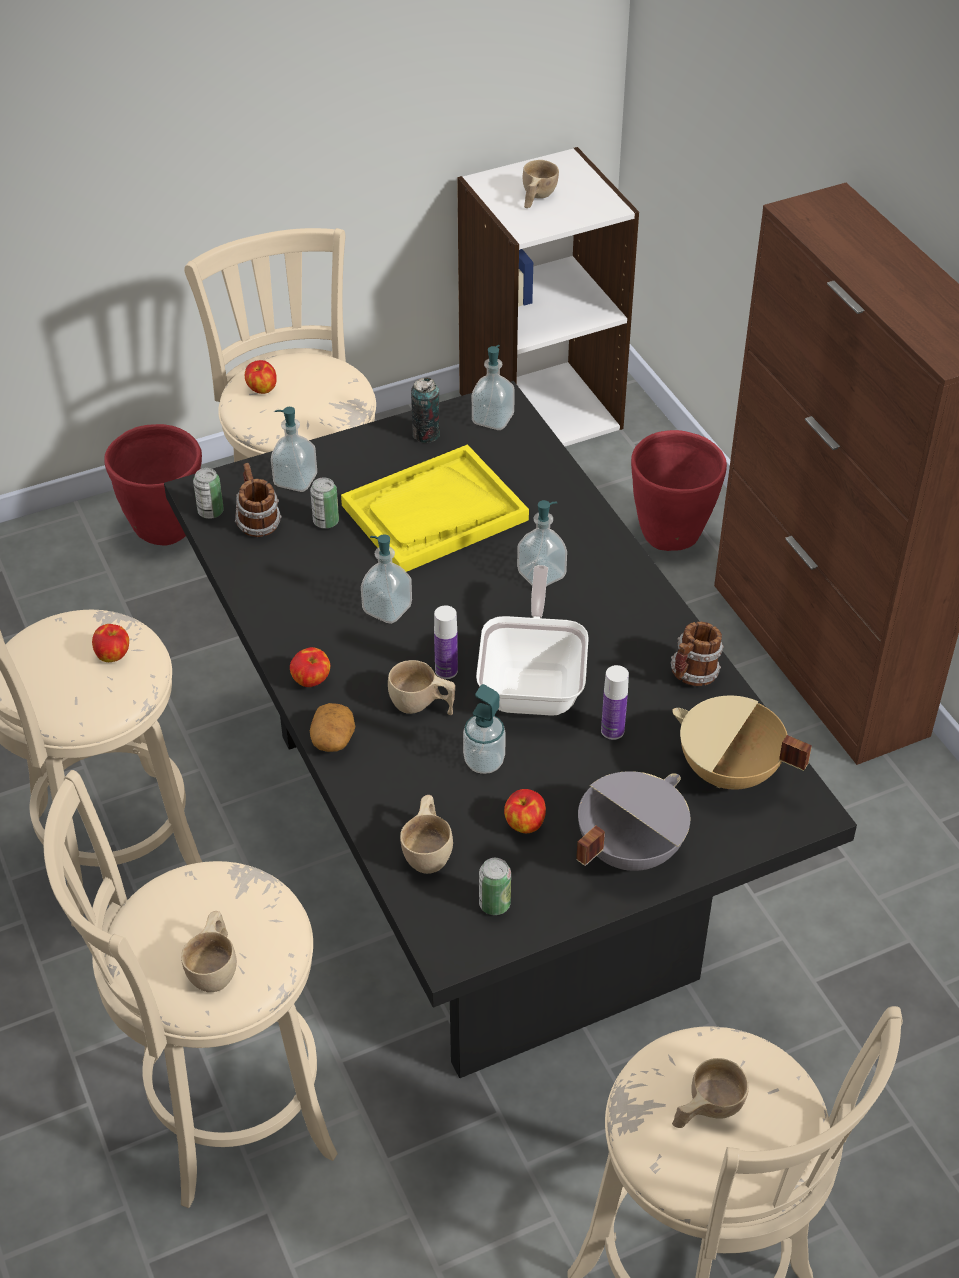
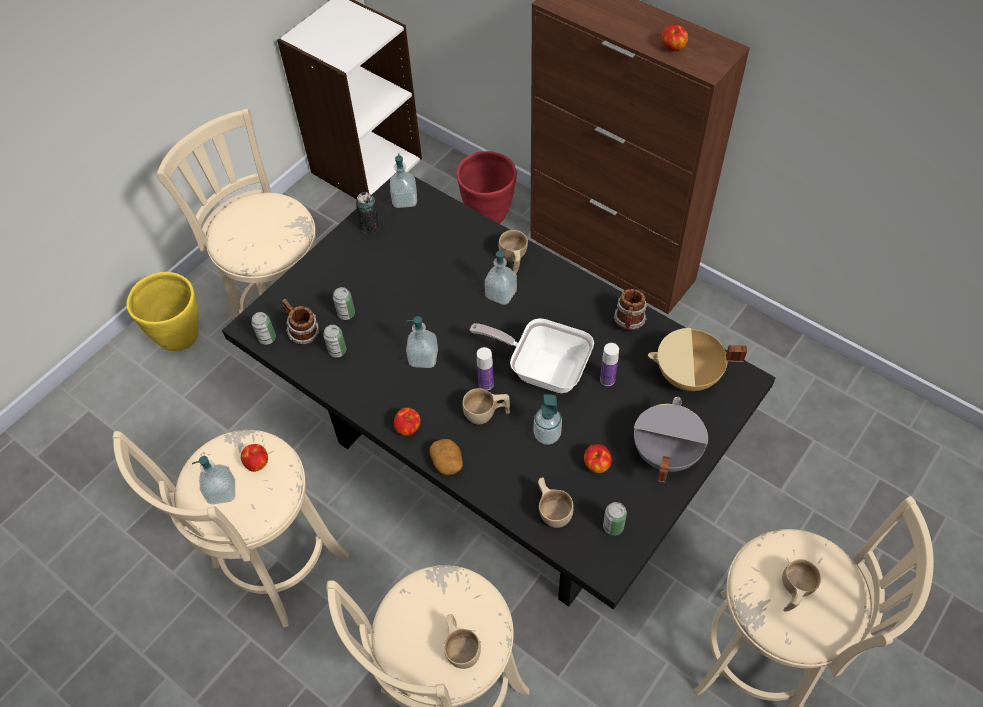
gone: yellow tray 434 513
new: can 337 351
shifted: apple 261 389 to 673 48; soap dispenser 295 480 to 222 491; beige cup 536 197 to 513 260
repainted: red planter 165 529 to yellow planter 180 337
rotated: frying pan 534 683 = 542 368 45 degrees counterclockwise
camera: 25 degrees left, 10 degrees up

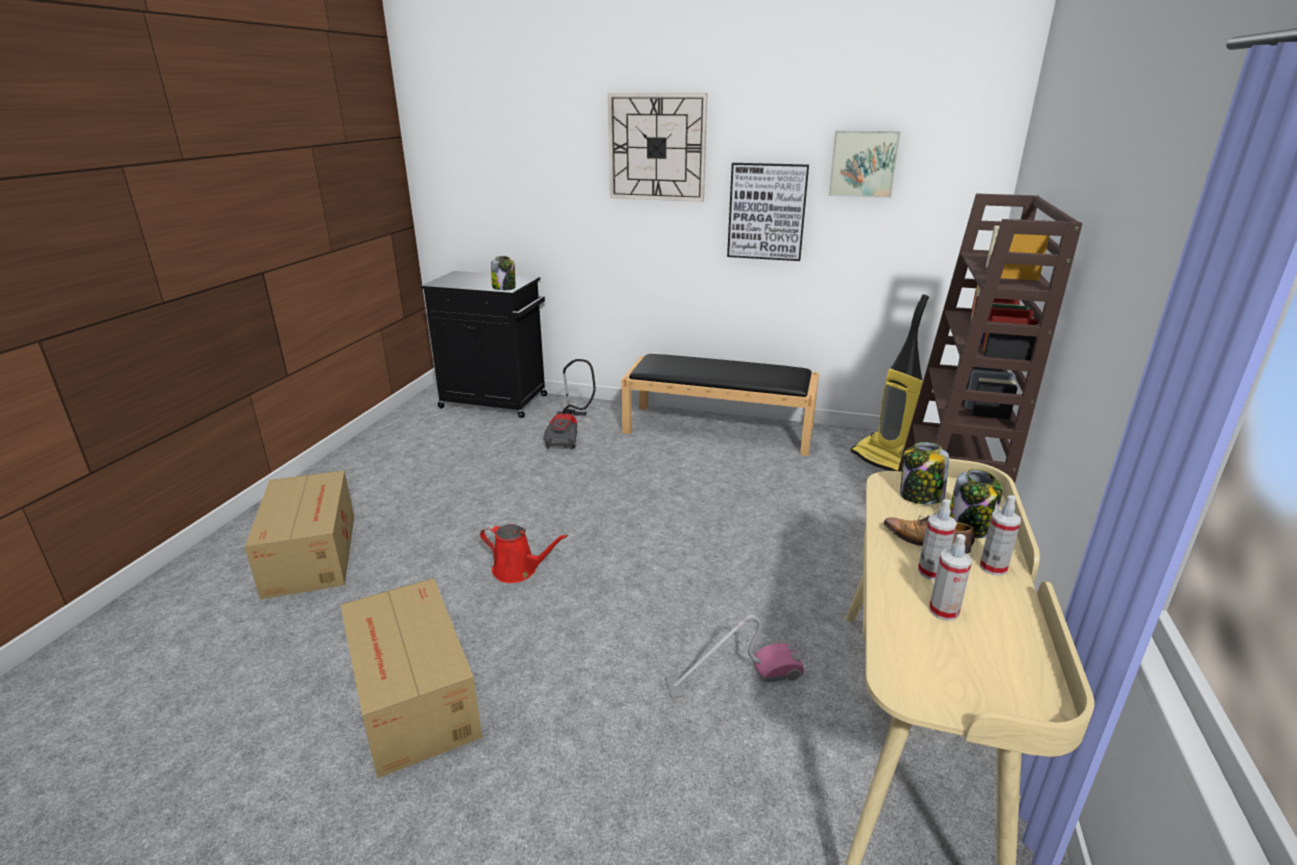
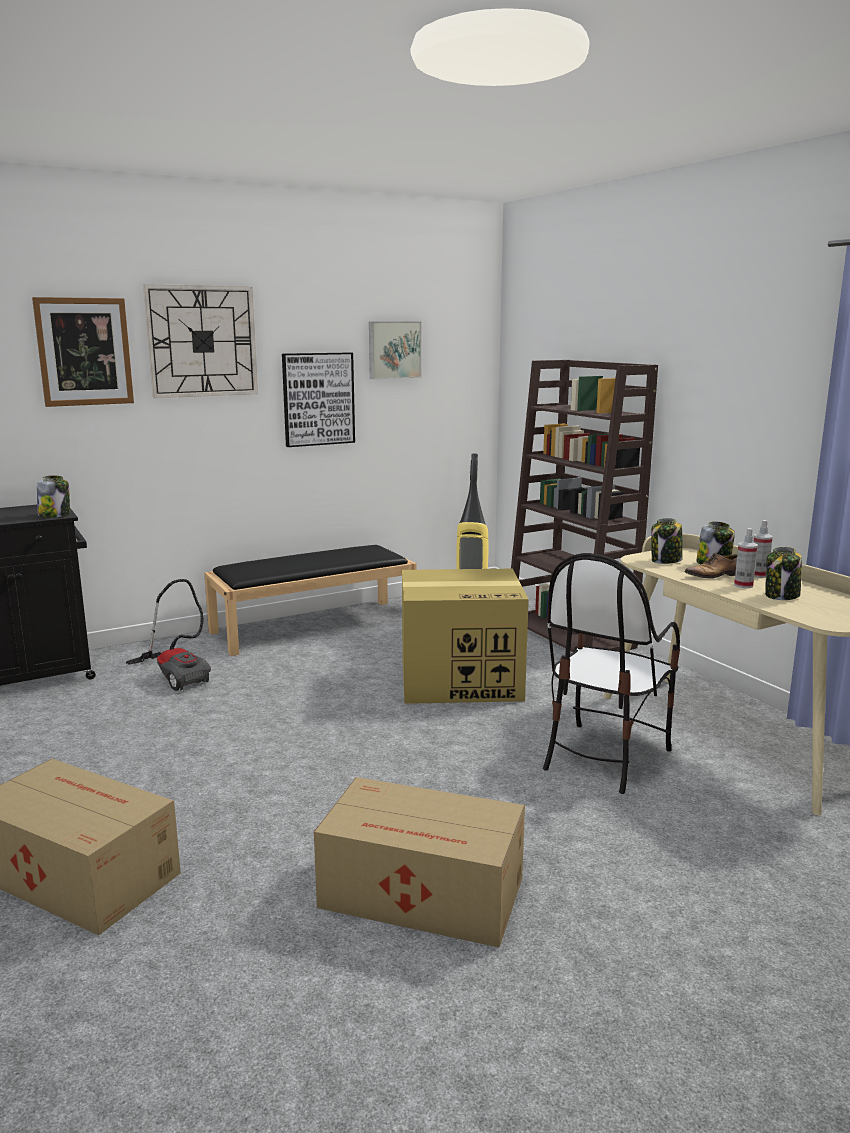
gone: red watering can 518 570
new: picture 84 352; cardboard box 462 680
swapped: vacuum cleaner 734 678 to chair 603 757; spray bottle 943 611 to jar 781 596
camera: 45 degrees left, 10 degrees down

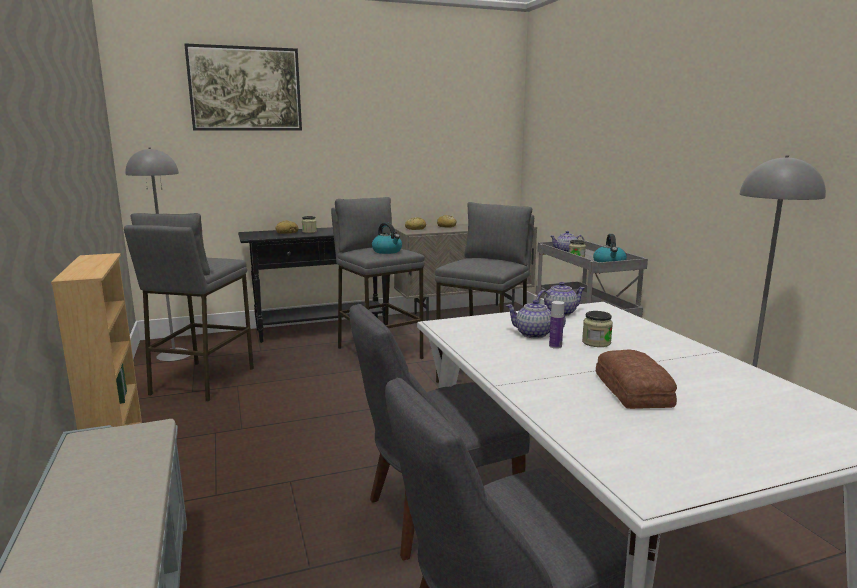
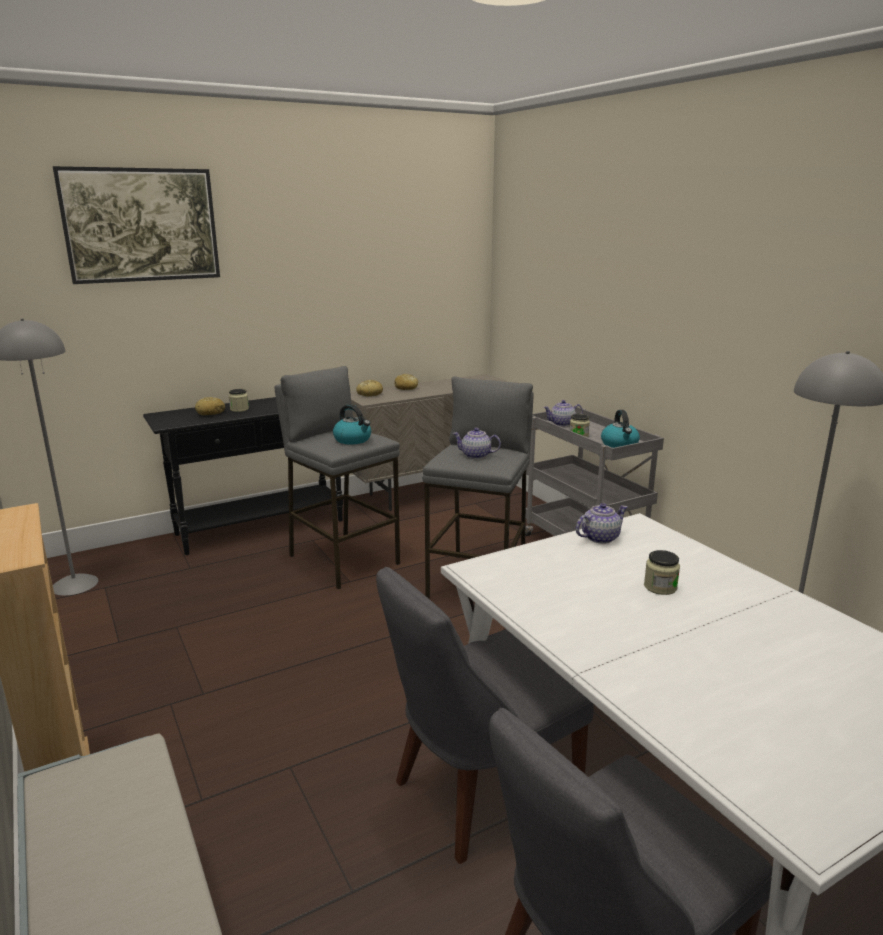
gone: grey stool 202 381; bottle 555 346; bread 634 389
shifted: teapot 534 334 to 476 455
camera: 10 degrees left, 5 degrees up

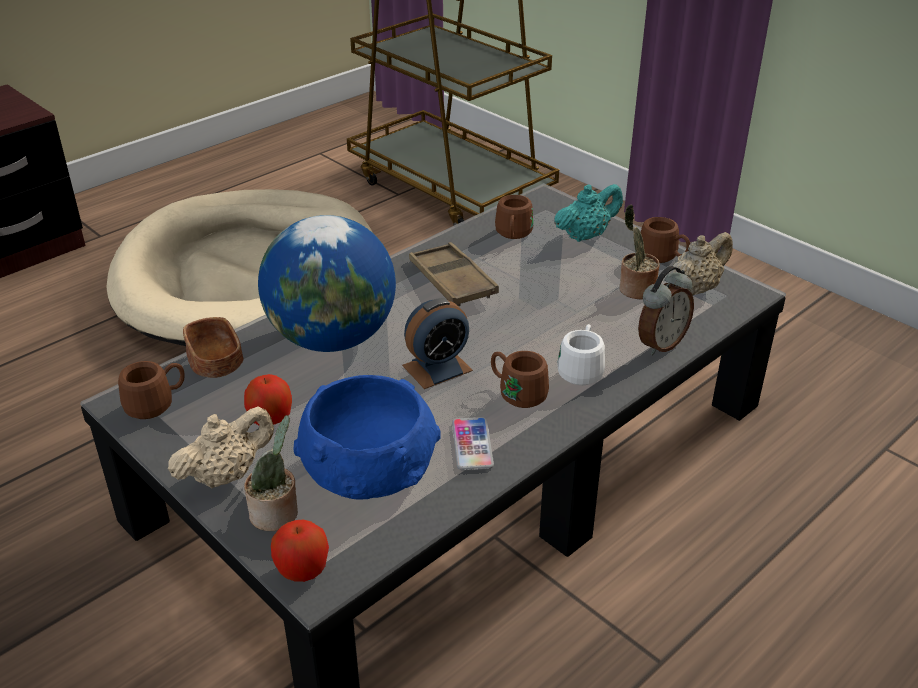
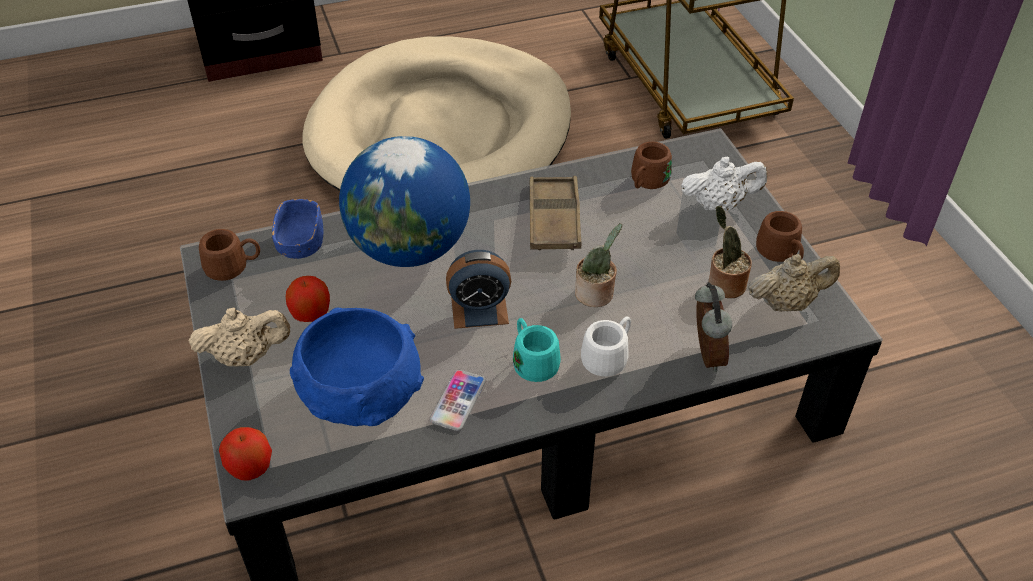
shifted: potted plant 277 515 to 596 295
repainted: brown bowl 216 364 to blue bowl 300 243; brown mug 517 393 to turquoise mug 532 361; turquoise teapot 586 235 to white teapot 719 205
rotated: alarm clock 660 344 = 705 355 75 degrees counterclockwise
camera: 25 degrees right, 10 degrees up

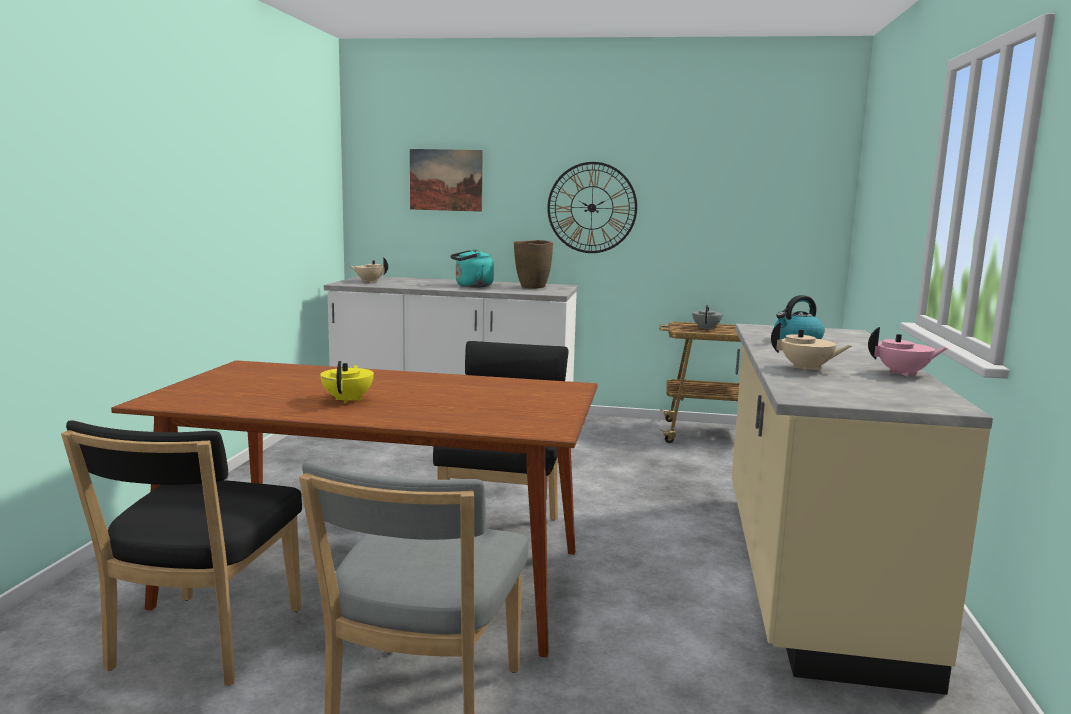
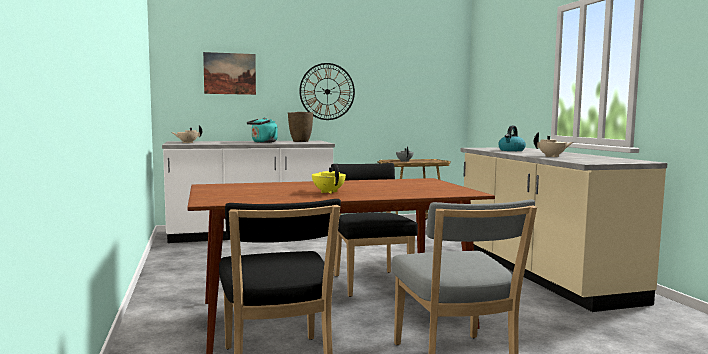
gone: pink teapot 903 374
camera: 25 degrees left, 5 degrees down

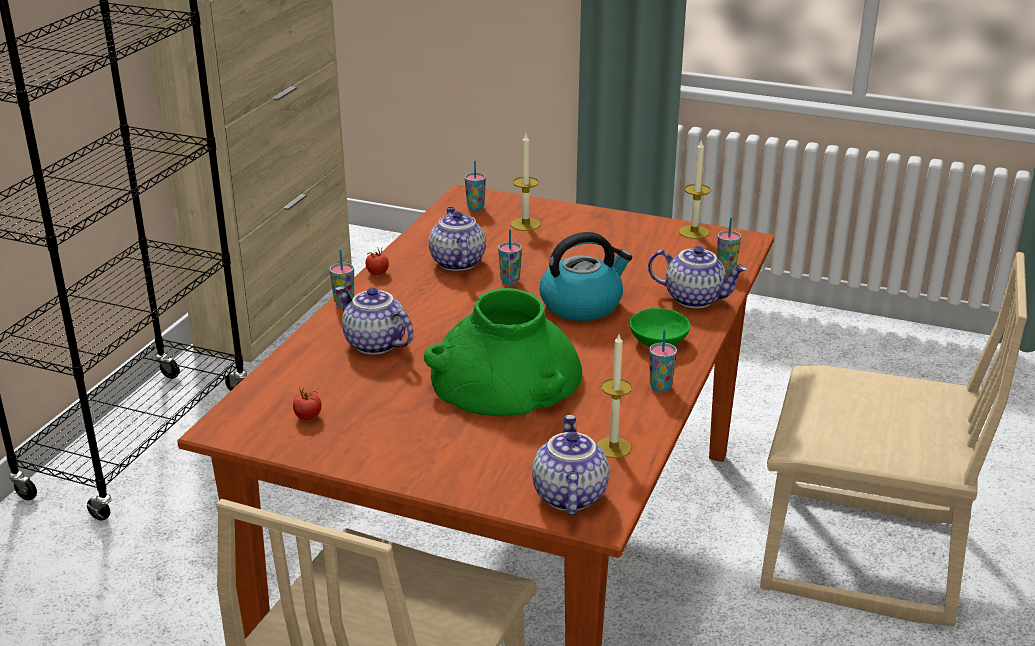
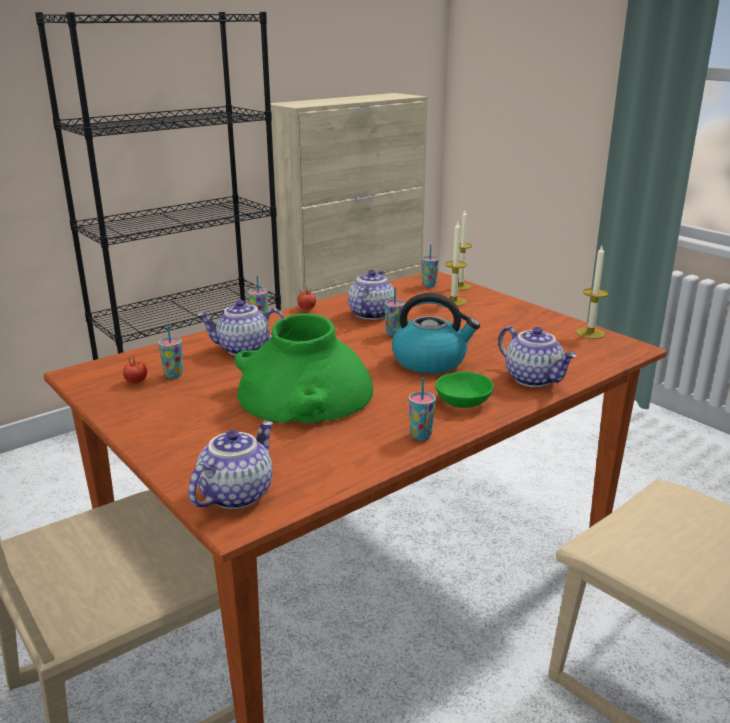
shifted: candle 613 447 to 460 286; cup 726 269 to 173 375
rotated: teapot 373 344 = 243 349 75 degrees counterclockwise
camera: 30 degrees right, 5 degrees down

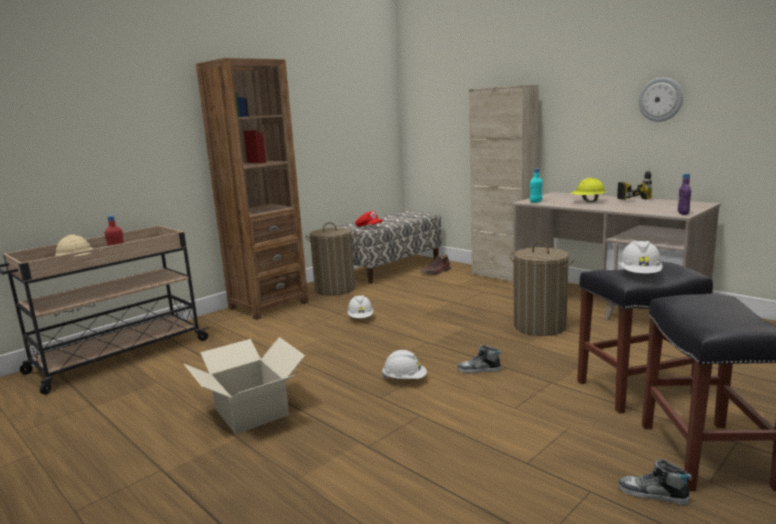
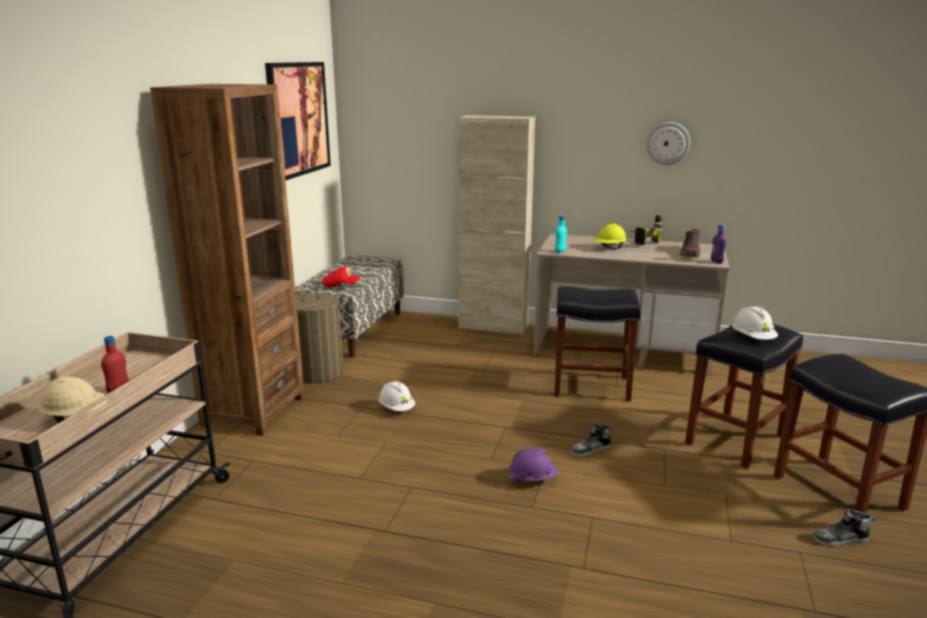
gone: cardboard box 252 411
new: picture 298 119
shifted: brown boot 436 272 to 690 253
swapped: laundry basket 540 326 to black stool 592 386
repainted: white hard hat 404 379 to purple hard hat 532 479
camera: 30 degrees left, 5 degrees up

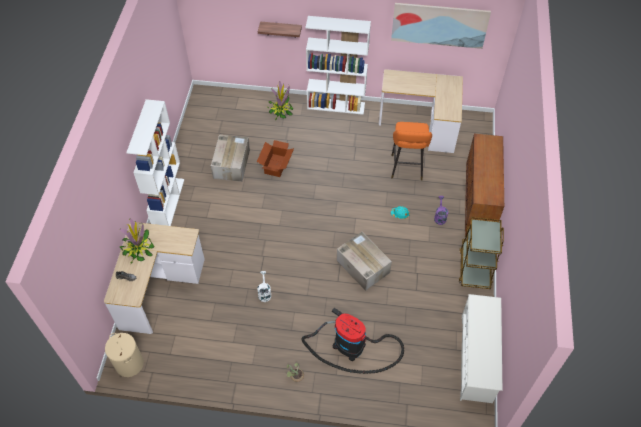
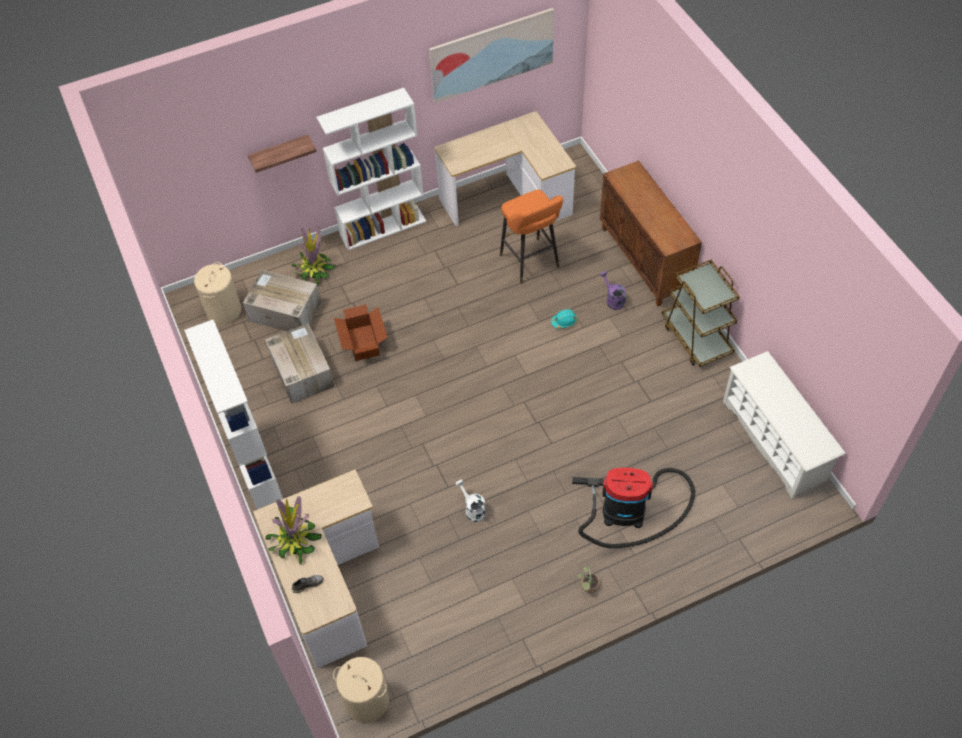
new: beige laundry basket 224 310
shifted: cardboard box 362 266 to 284 311
camera: 30 degrees left, 0 degrees up

